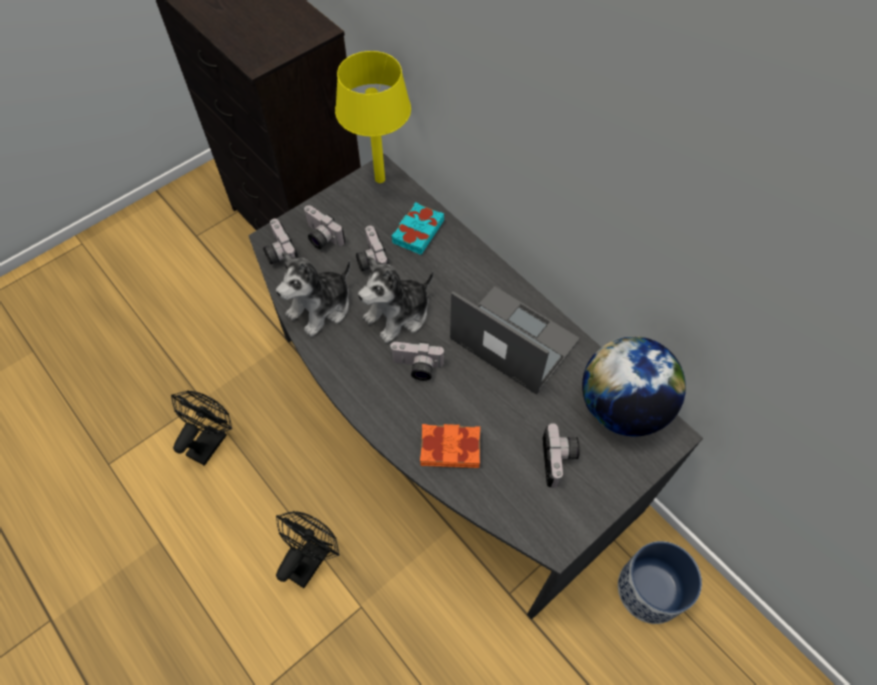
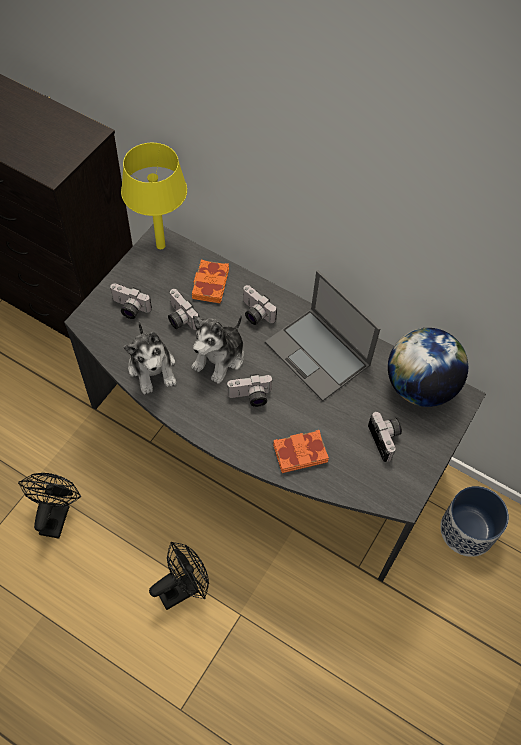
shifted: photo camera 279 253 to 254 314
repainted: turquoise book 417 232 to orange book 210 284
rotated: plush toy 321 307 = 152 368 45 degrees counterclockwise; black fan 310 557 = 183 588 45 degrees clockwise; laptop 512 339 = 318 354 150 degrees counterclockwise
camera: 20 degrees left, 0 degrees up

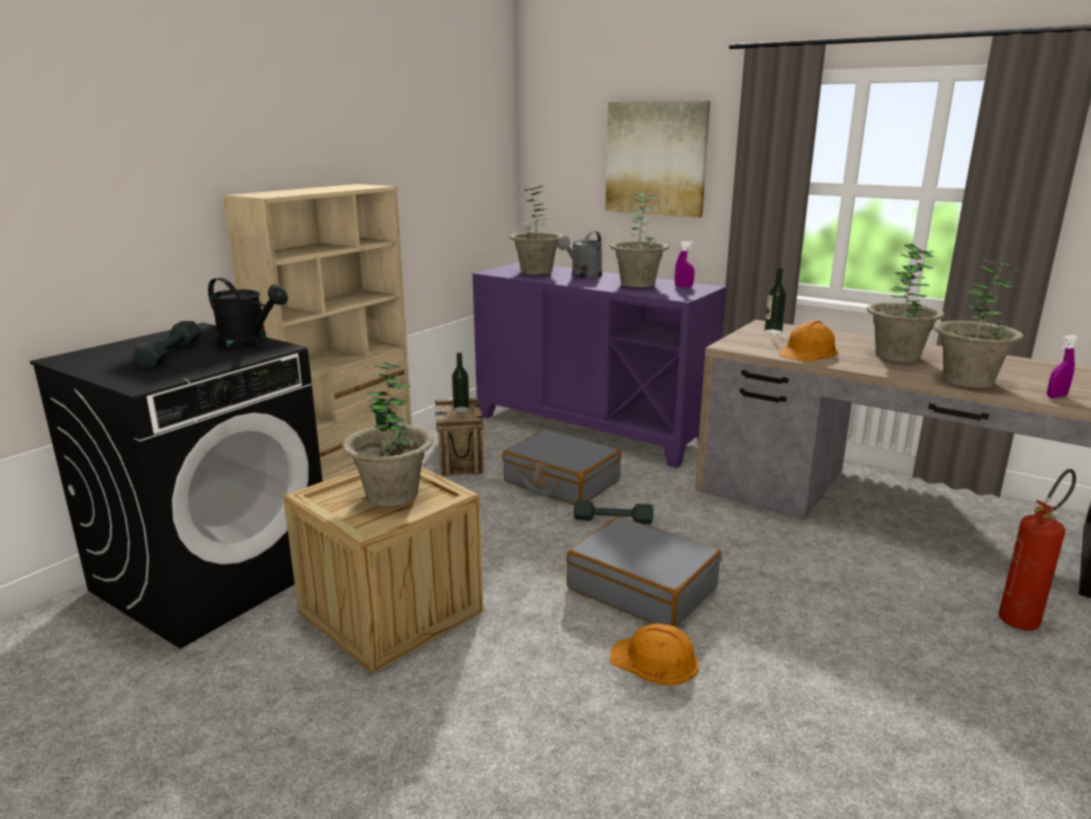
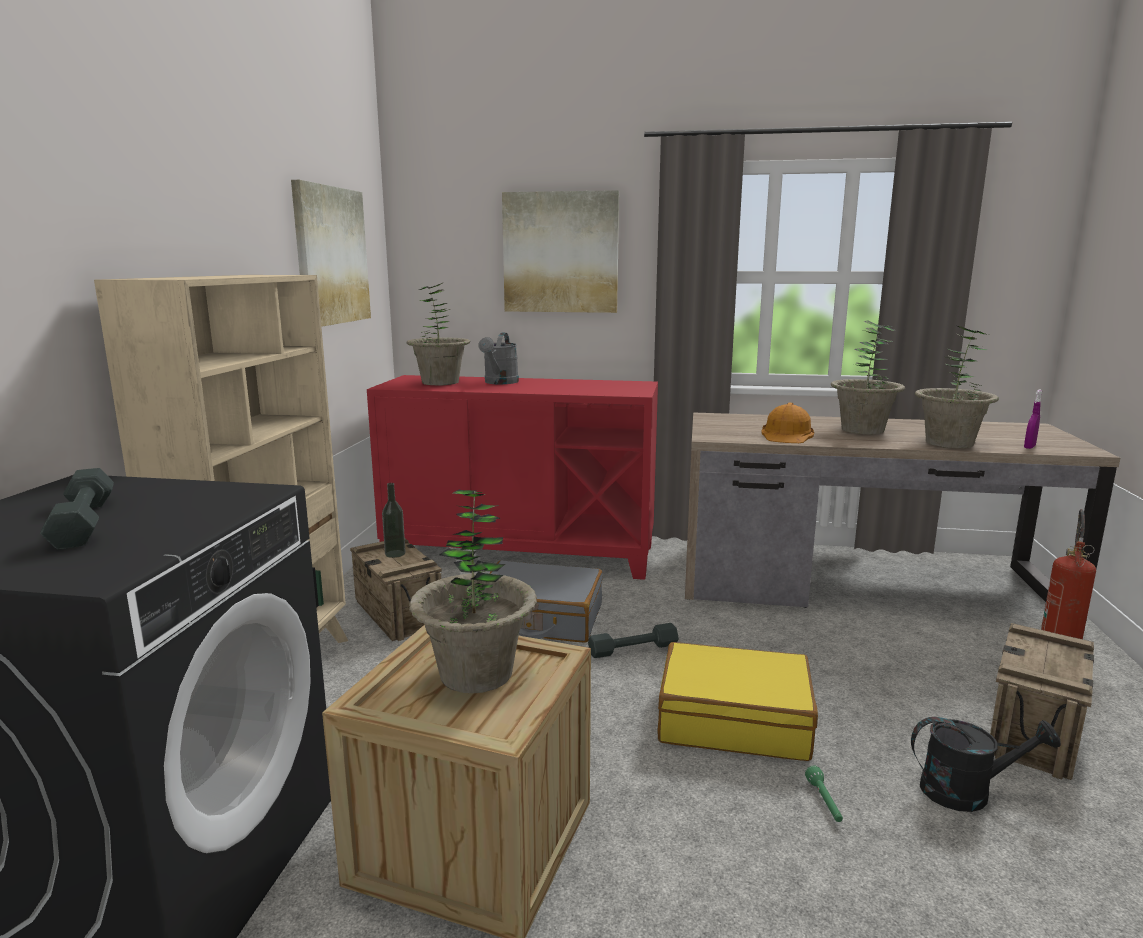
gone: potted plant 637 284; purple spray bottle 683 286; bottle 773 331
new: picture 331 256; crate 1035 731
shifted: black watering can 249 344 to 967 791
swapped: orange hard hat 655 660 to green flashlight 824 802
repainted: purple cabinet 591 427 to red cabinet 520 553; grey suitcase 642 588 to yellow suitcase 734 719
camera: 25 degrees left, 5 degrees down

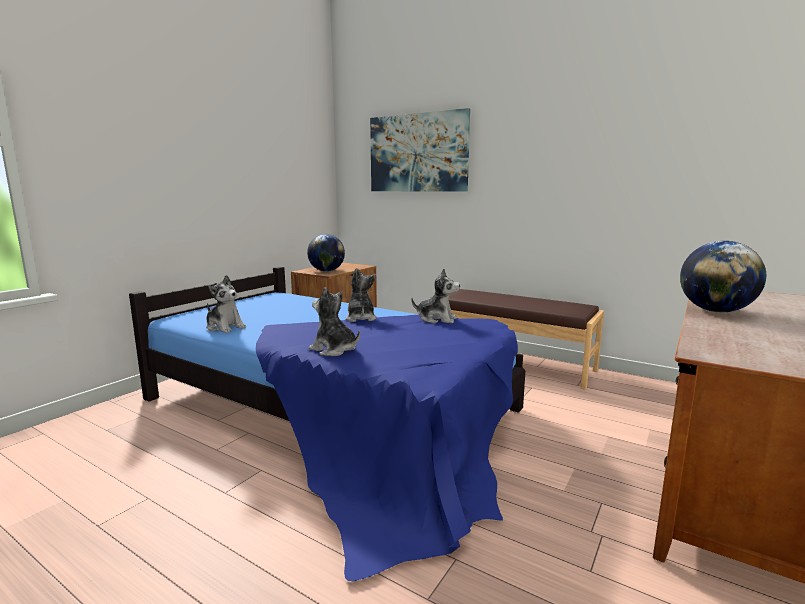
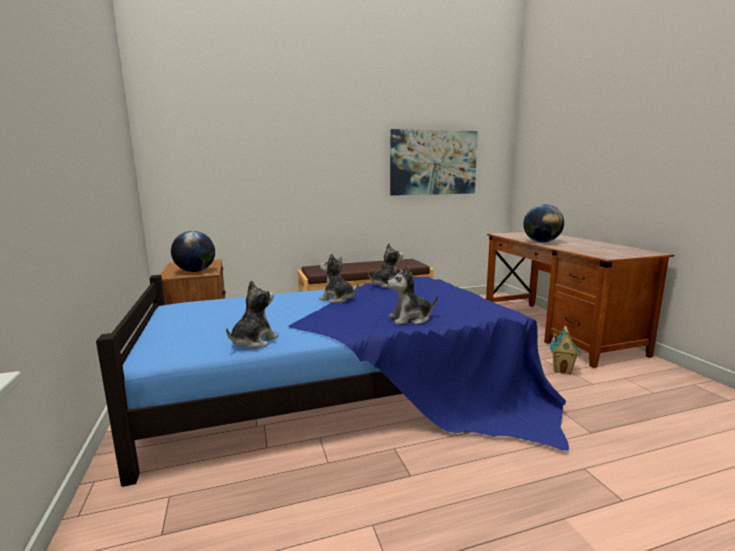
new: toy house 562 370
shifted: picture 418 153 to 433 163
rotated: plush toy 225 327 = 253 341 45 degrees counterclockwise
camera: 50 degrees left, 0 degrees up

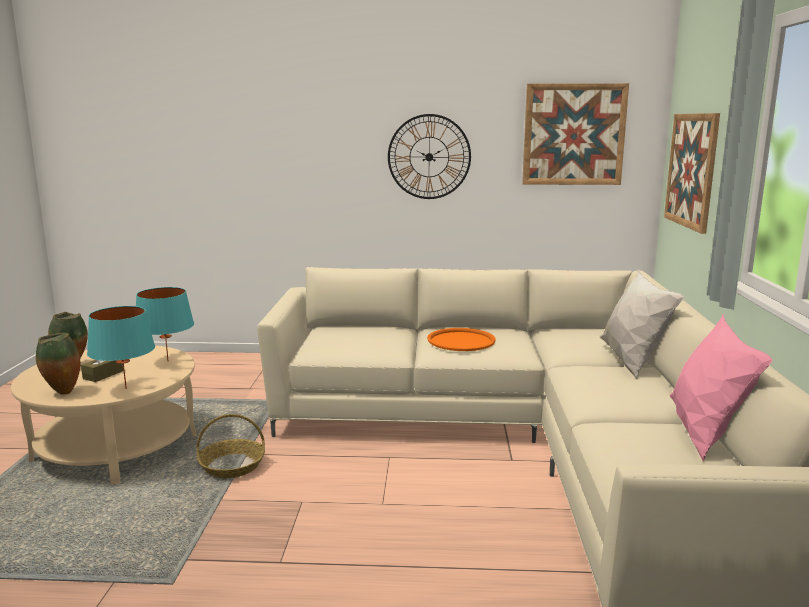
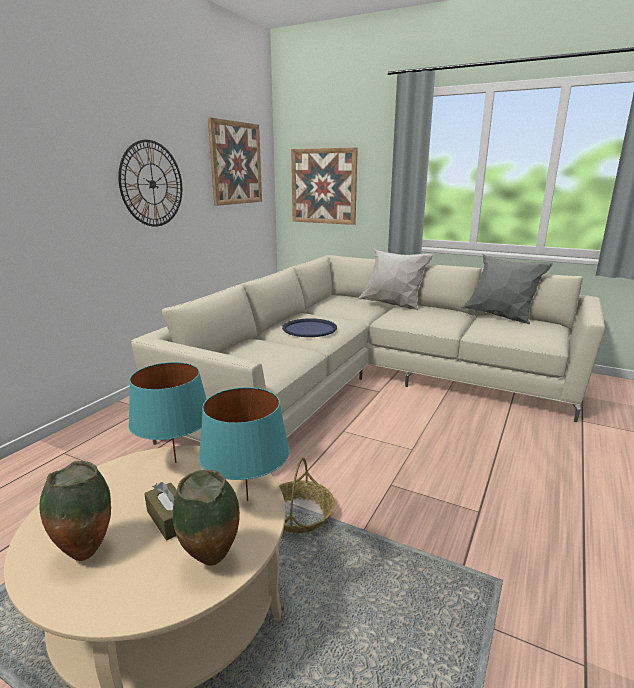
repainted: orange tray 461 341 to blue tray 309 329; pink pillow 704 436 to grey pillow 500 317
camera: 65 degrees left, 5 degrees up

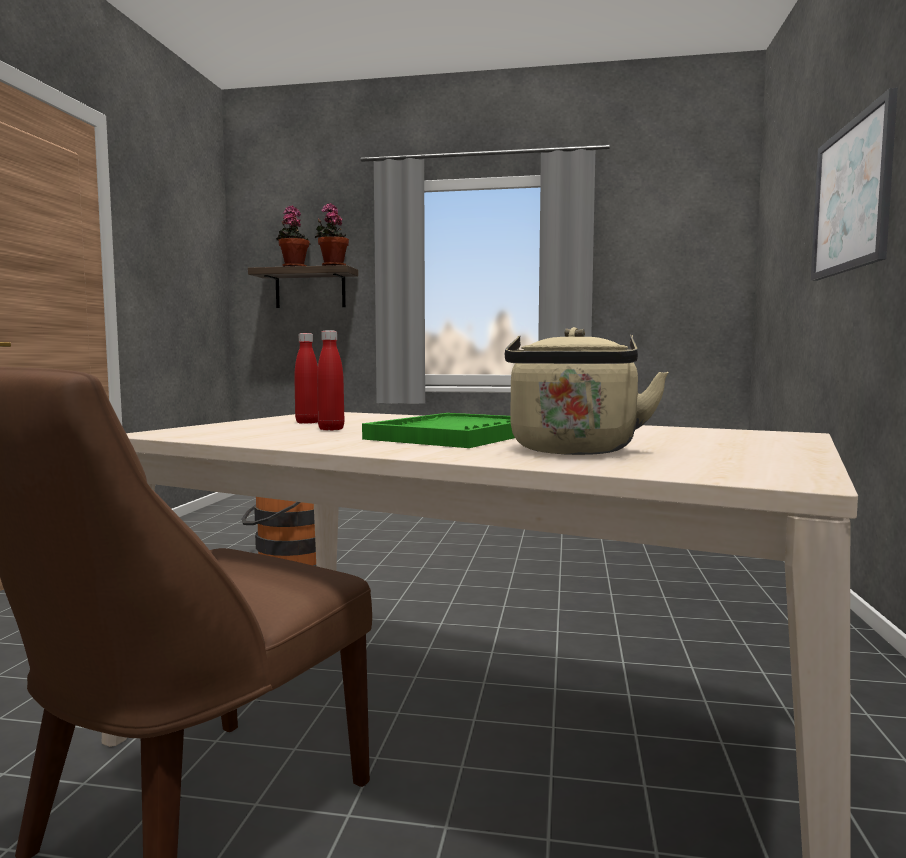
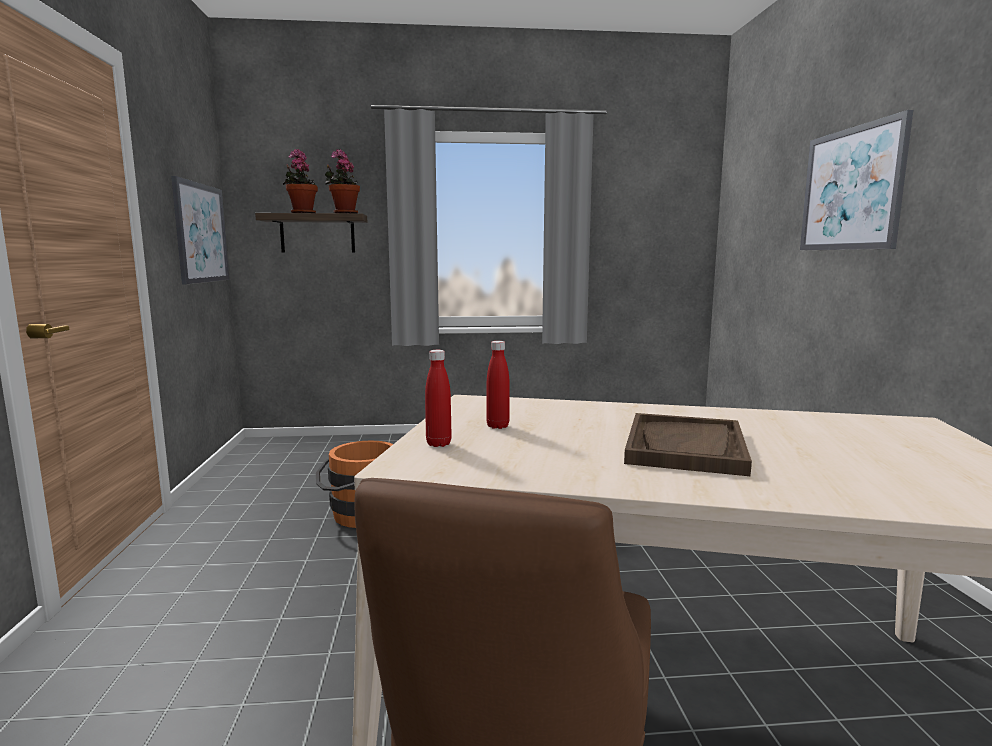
gone: beige kettle 573 451
new: picture 201 233
shifted: red bottle 331 429 to 438 444
repainted: green tray 456 435 to brown tray 685 447
camera: 15 degrees left, 5 degrees up

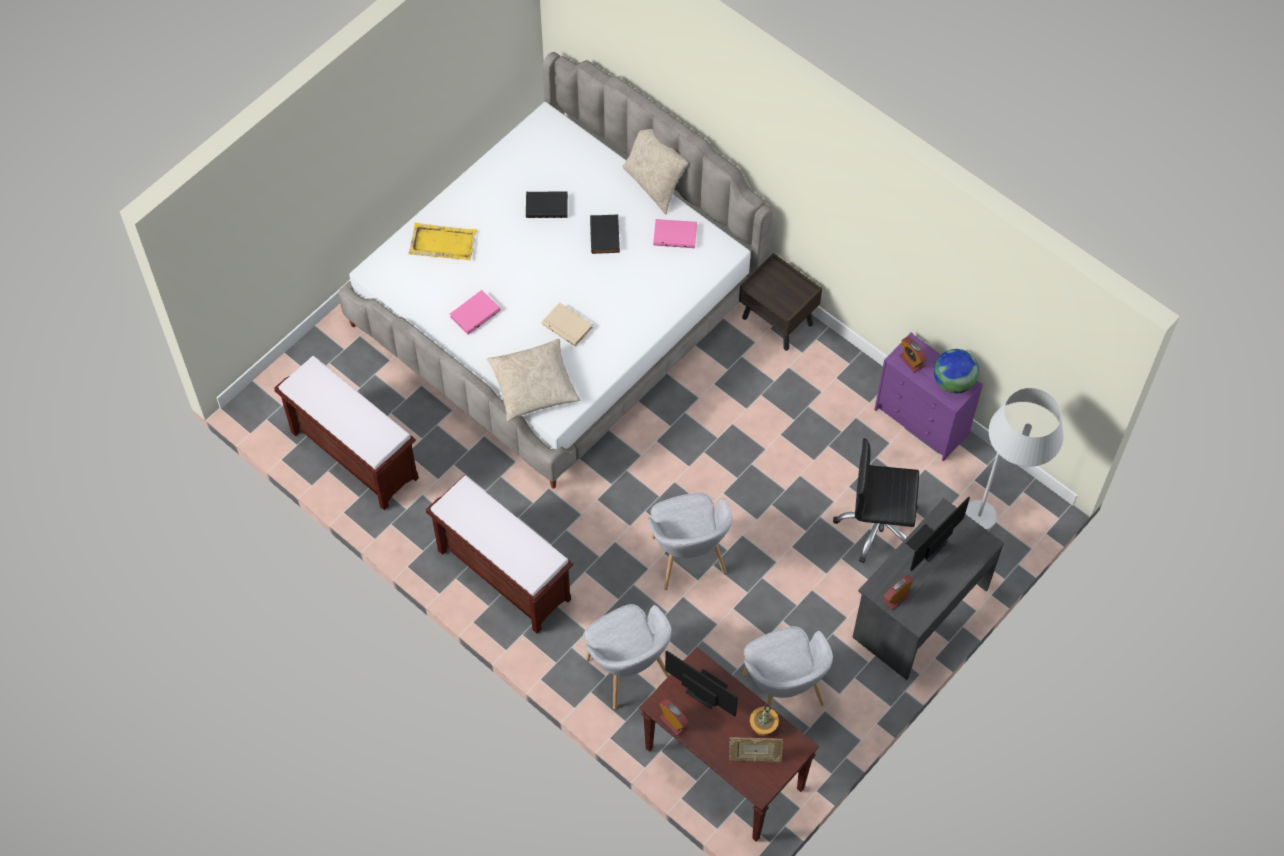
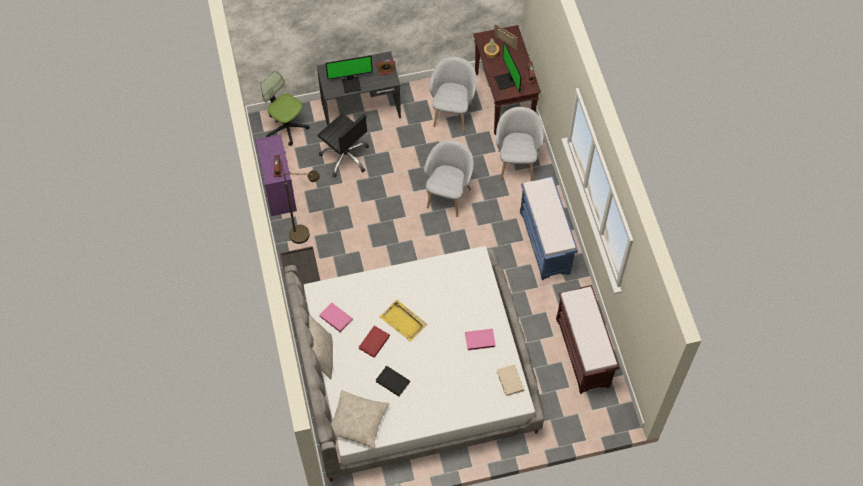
gone: globe 953 382
new: brown floor lamp 305 234
shifted: yellow tray 442 243 to 403 321; beige pillow 534 385 to 357 421; beige book 568 325 to 509 381
swapped: white floor lamp 998 518 to office chair 286 127
repainted: brown bench 502 574 to blue bench 545 243; black book 606 236 to red book 373 342
camera: 145 degrees left, 0 degrees up

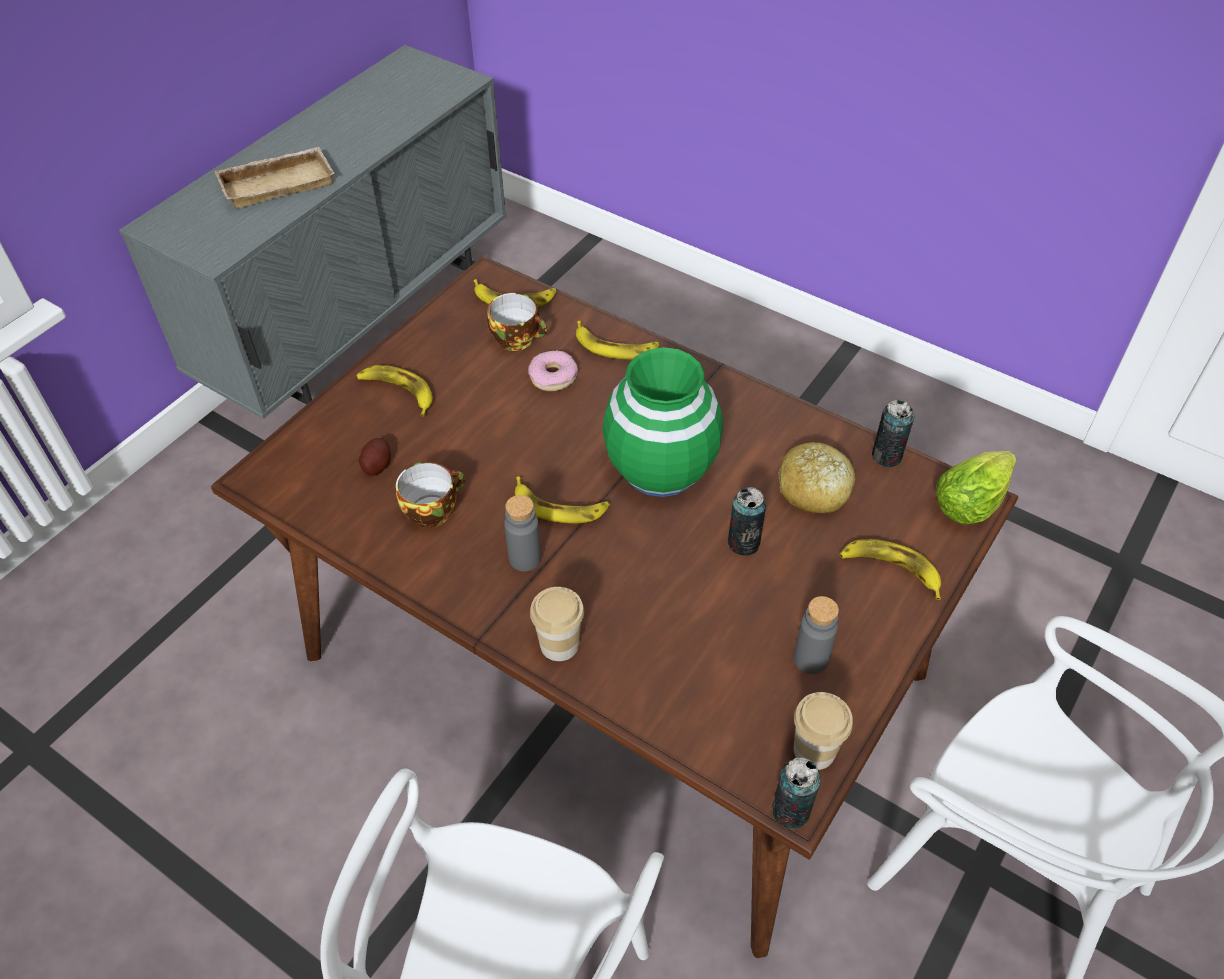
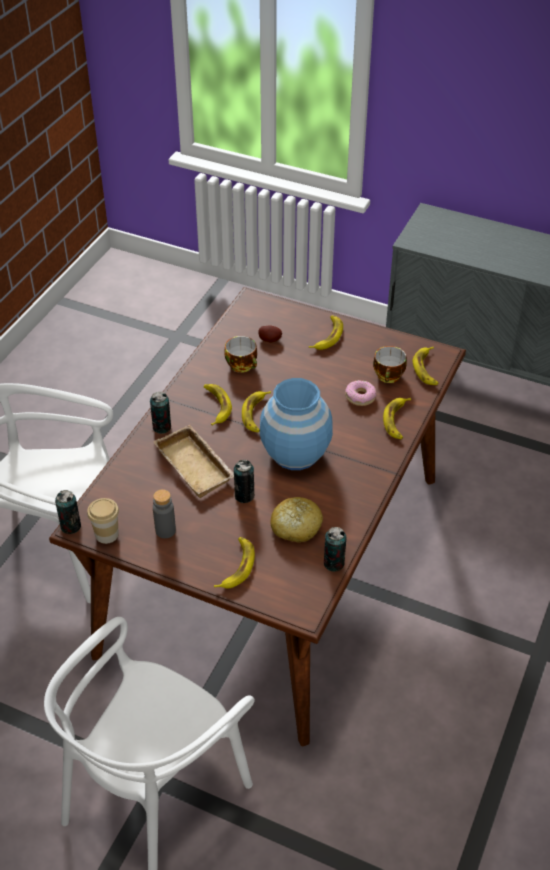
gone: lettuce 973 500
shifted: beige tray 278 182 to 197 466
swapped: grey bottle 525 558 to banana 216 406; cup 559 644 to can 162 427
repainted: green vase 660 468 to blue vase 295 453
camera: 80 degrees right, 5 degrees down

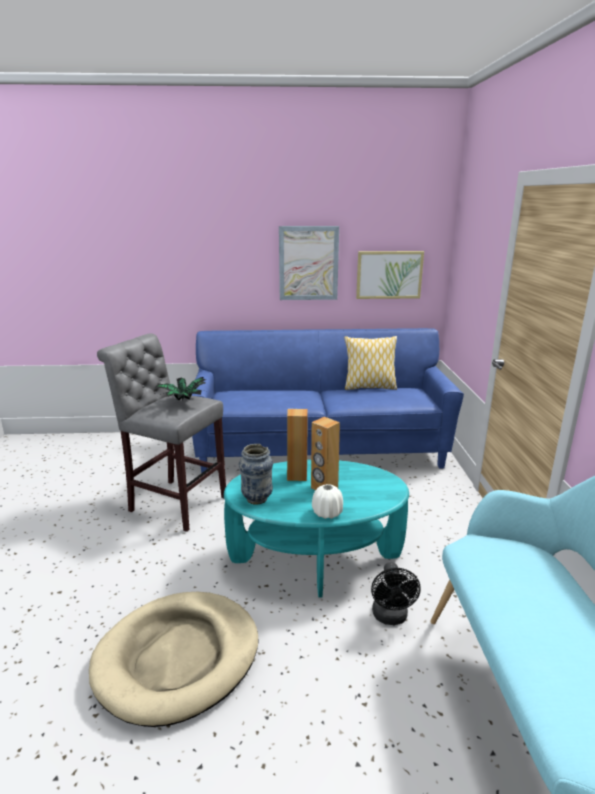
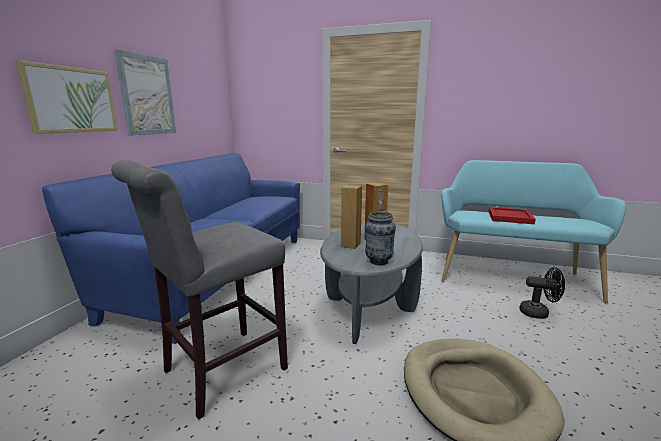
gone: potted plant 183 401; white vase 327 513; pillow 369 387
new: red tray 509 217
shifted: picture 389 274 to 71 100; black fan 391 617 to 538 313
repainted: turquoise coffee table 315 559 to grey coffee table 370 305
camera: 70 degrees left, 5 degrees down

